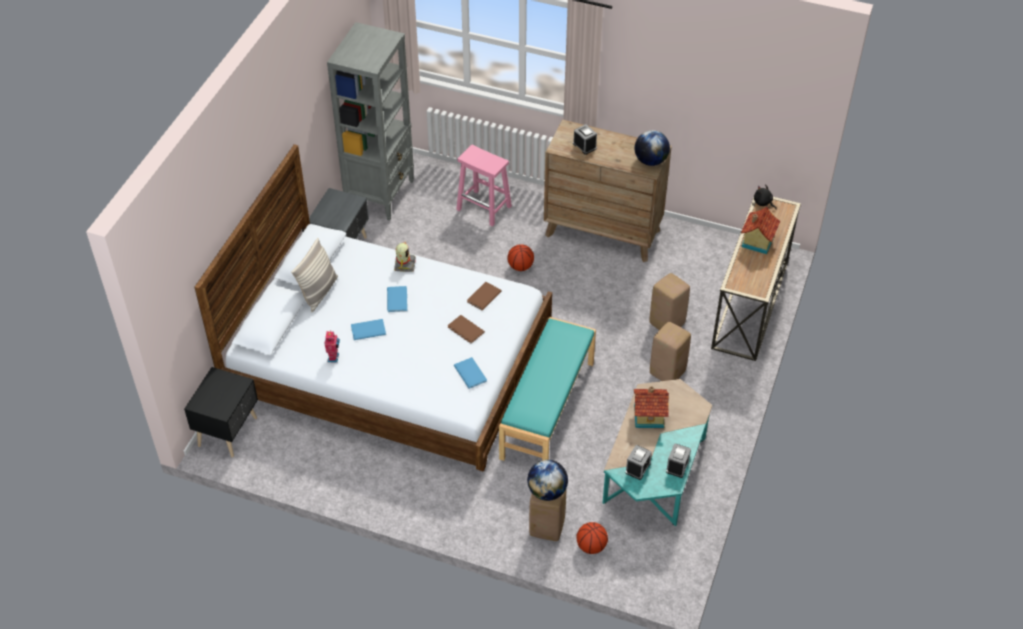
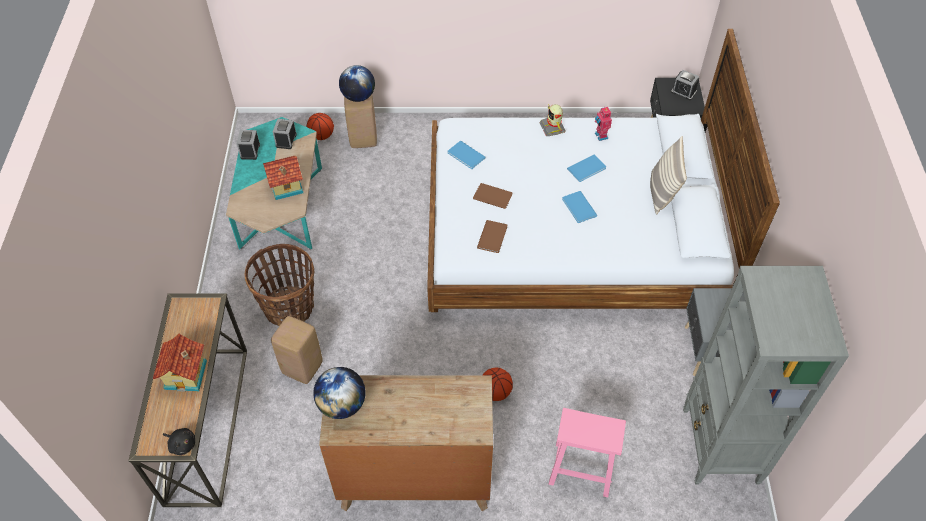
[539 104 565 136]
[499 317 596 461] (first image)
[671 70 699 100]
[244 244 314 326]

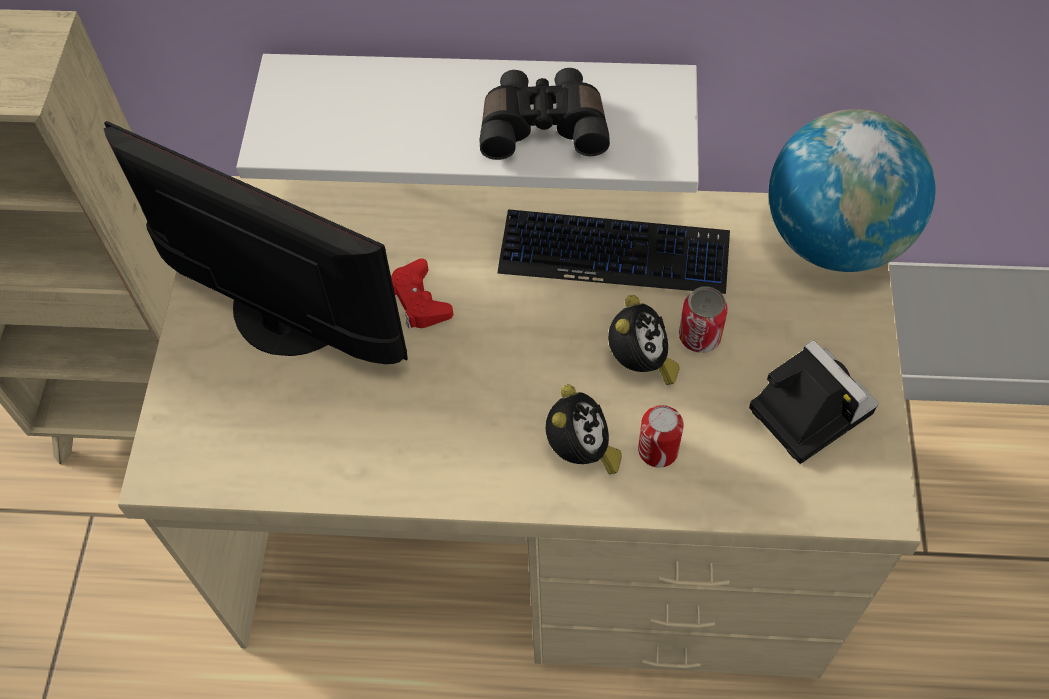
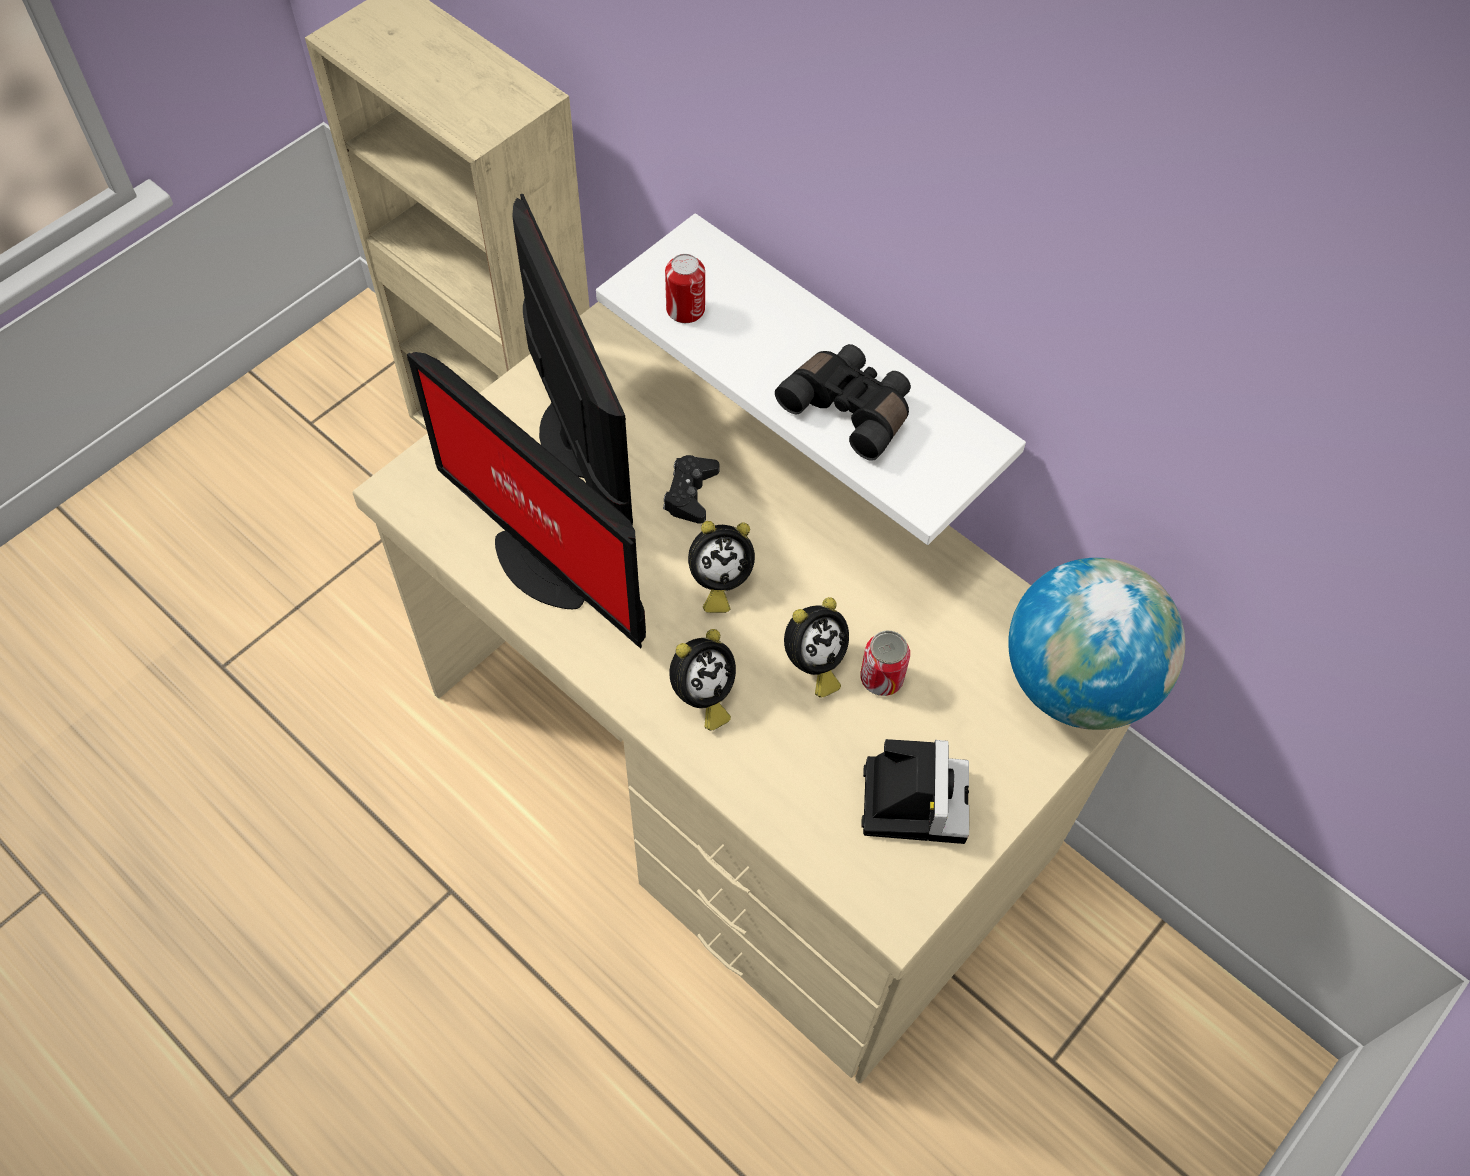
[663 455 720 524]
[497 209 730 294] (first image)
[665 254 705 323]
[407 352 646 648]
[688 521 755 613]

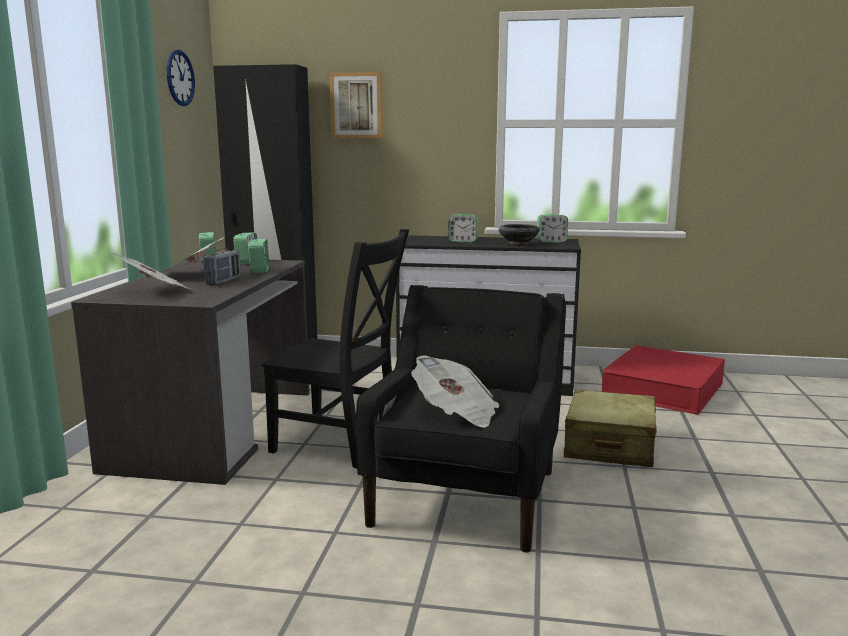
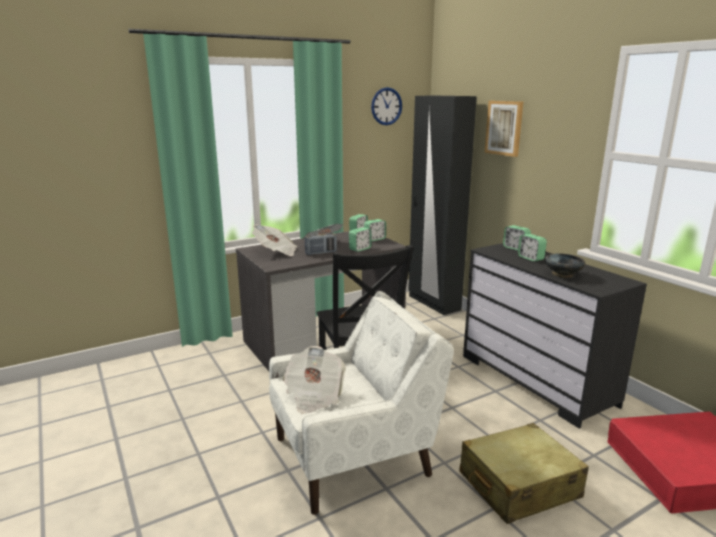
[269 291 454 515]
[503 225 531 250]

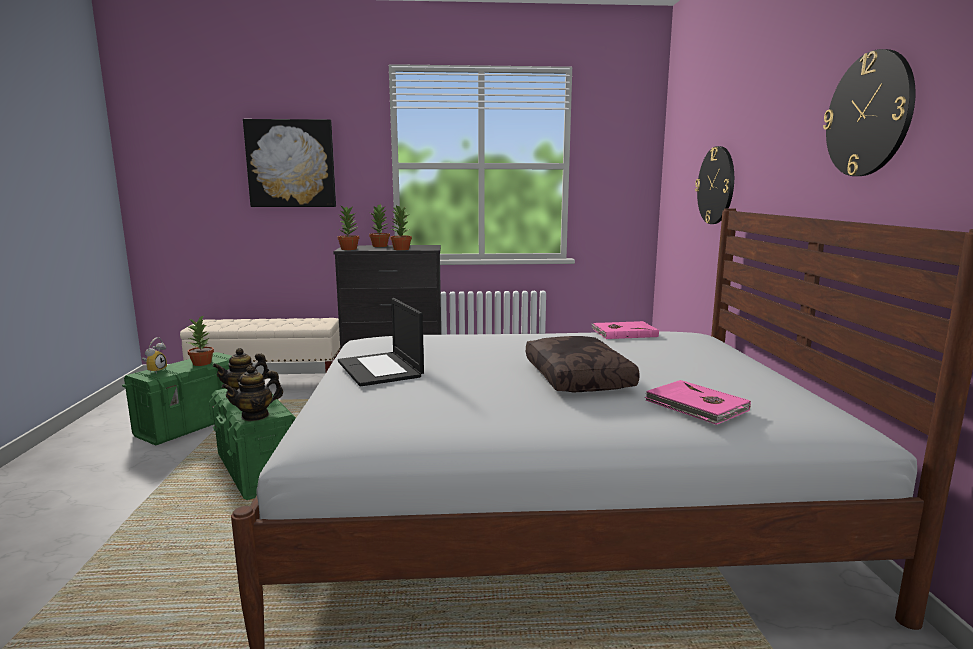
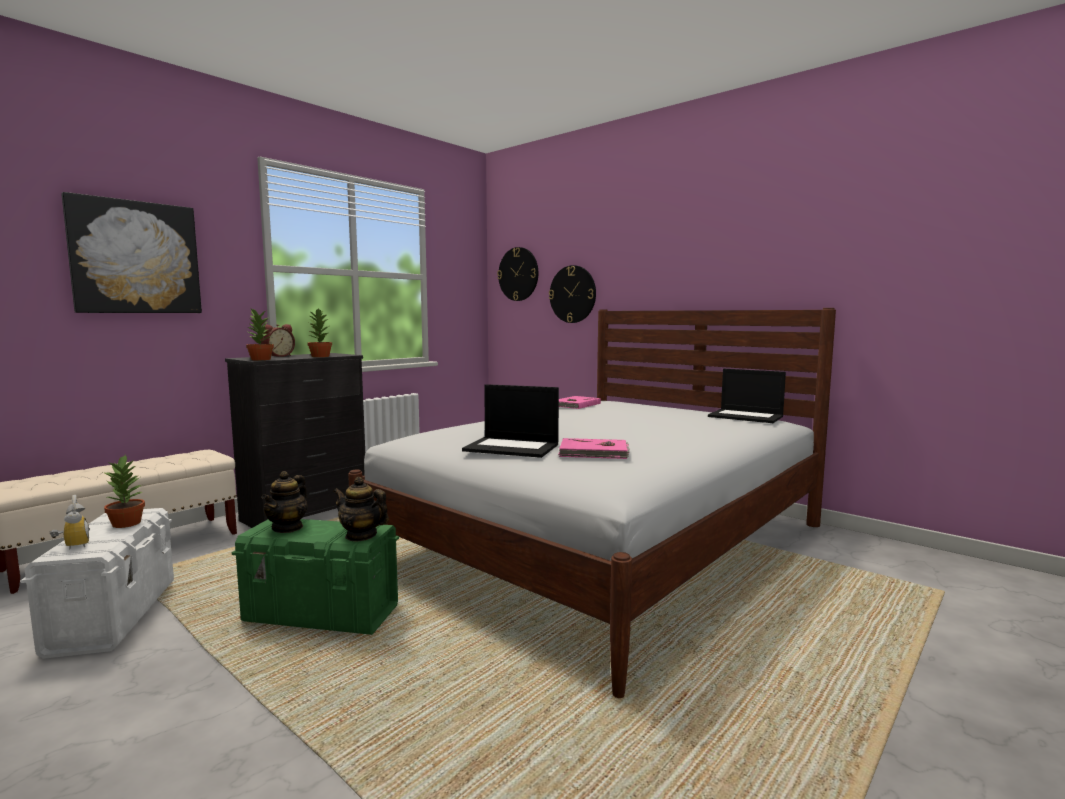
[21 508 174 659]
[333 477 389 542]
[261 324 295 357]
[526 336 640 392] (first image)
[558 438 629 459]
[497 247 538 301]
[708 369 786 423]

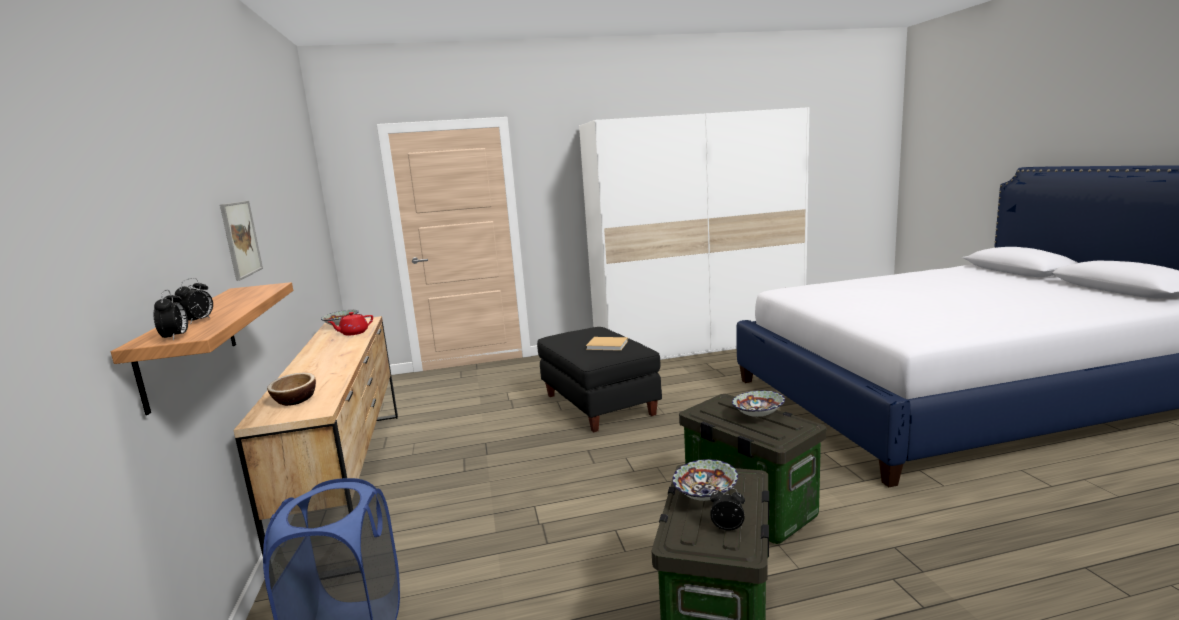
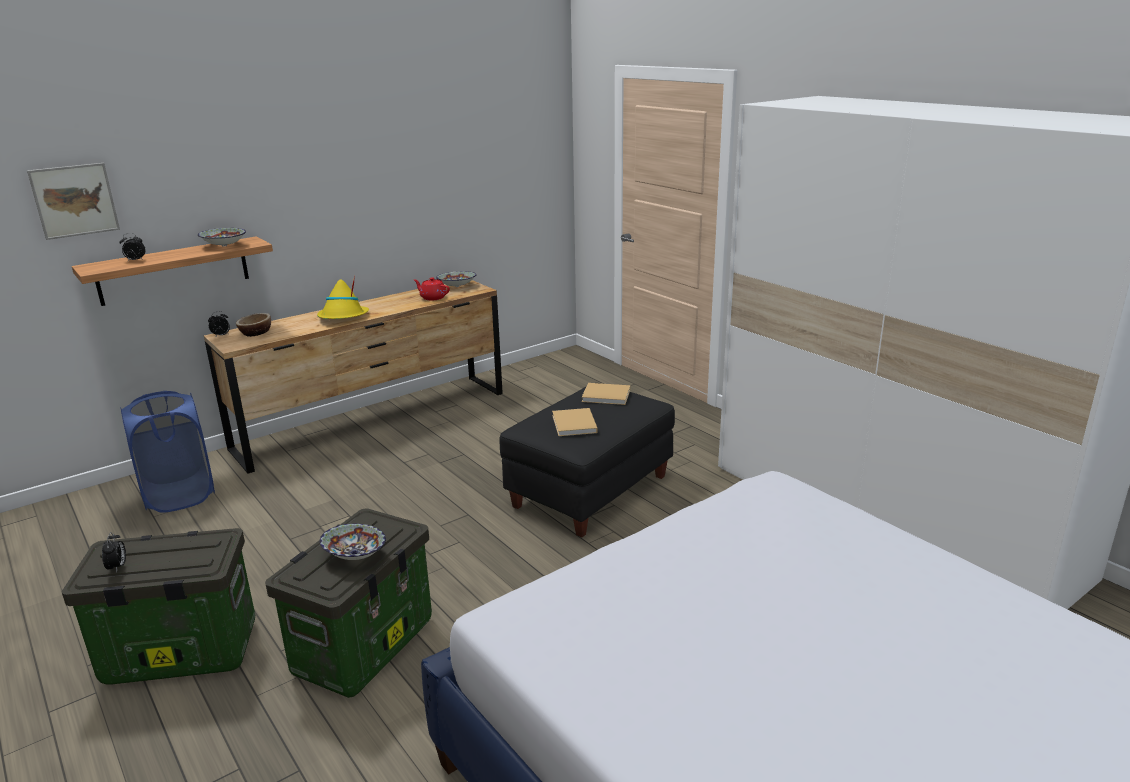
[208 311 230 338]
[27 163 120 240]
[198 228 246 247]
[317 275 369 319]
[582 383 630 405]

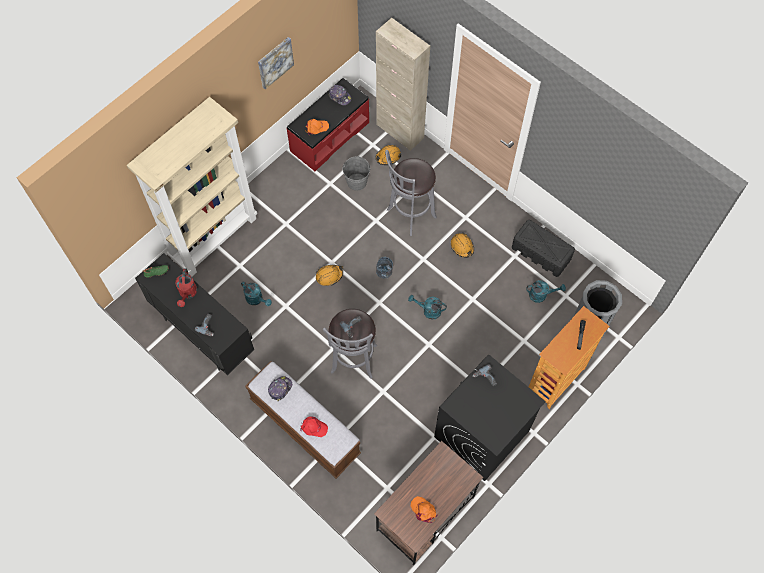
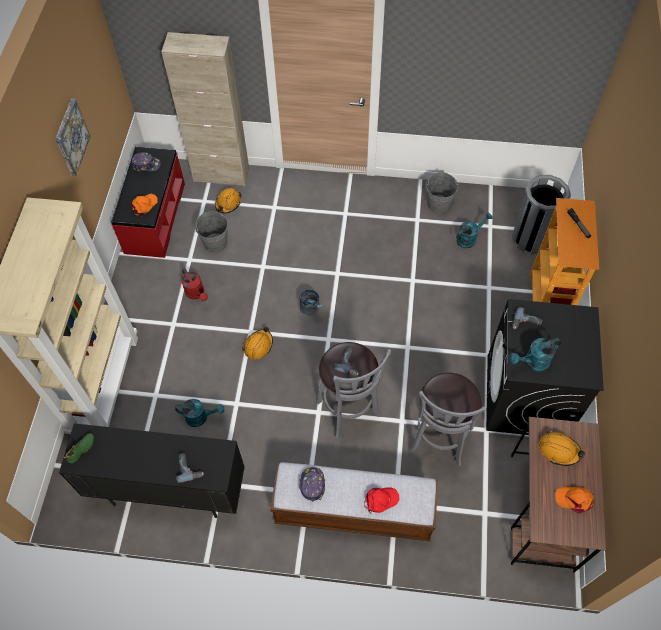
[181 268 208 301]
[409 373 486 466]
[510 338 561 372]
[539 430 585 466]
[426 172 459 213]

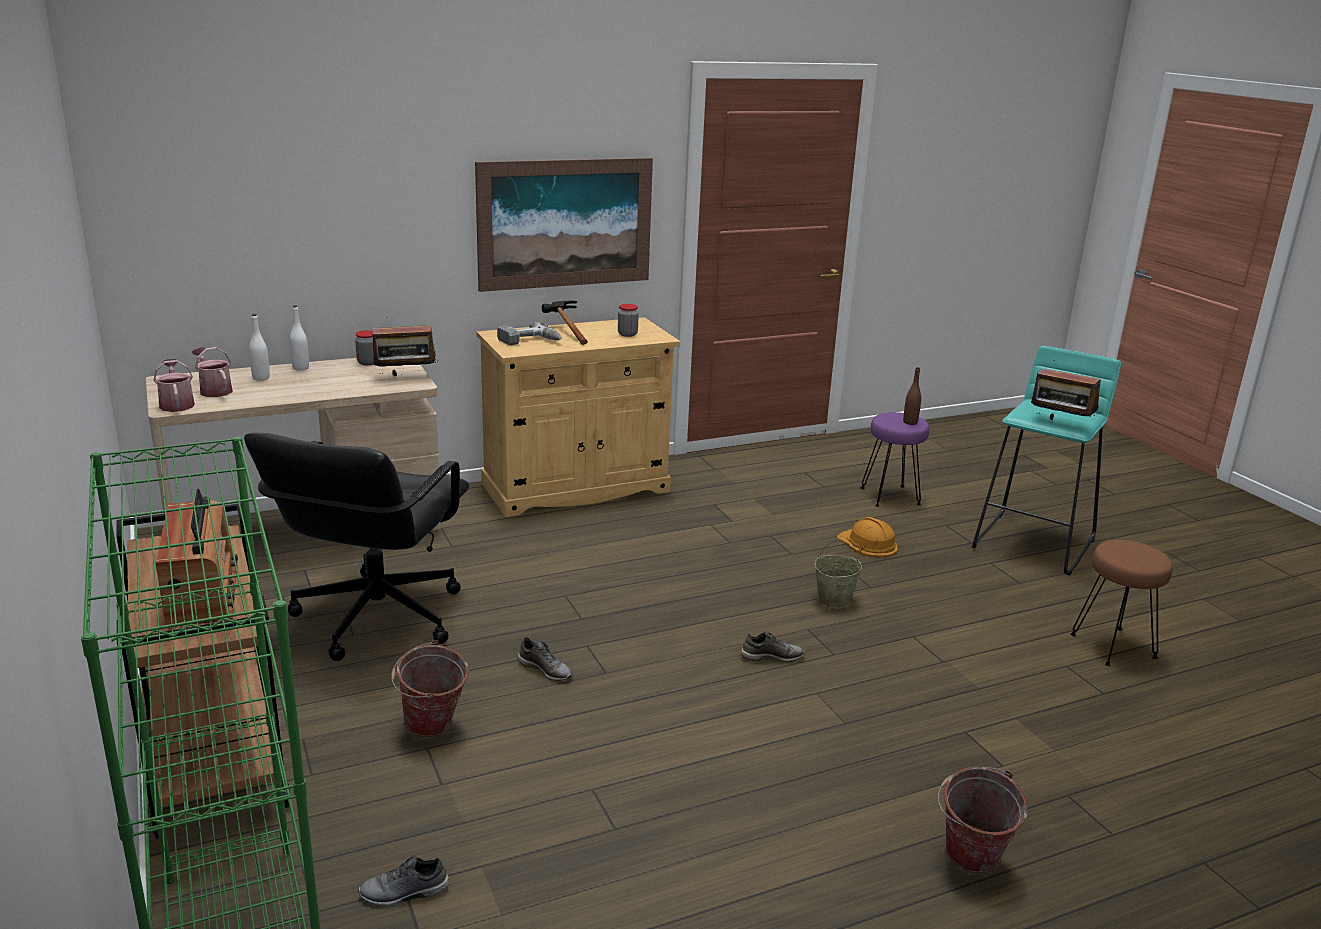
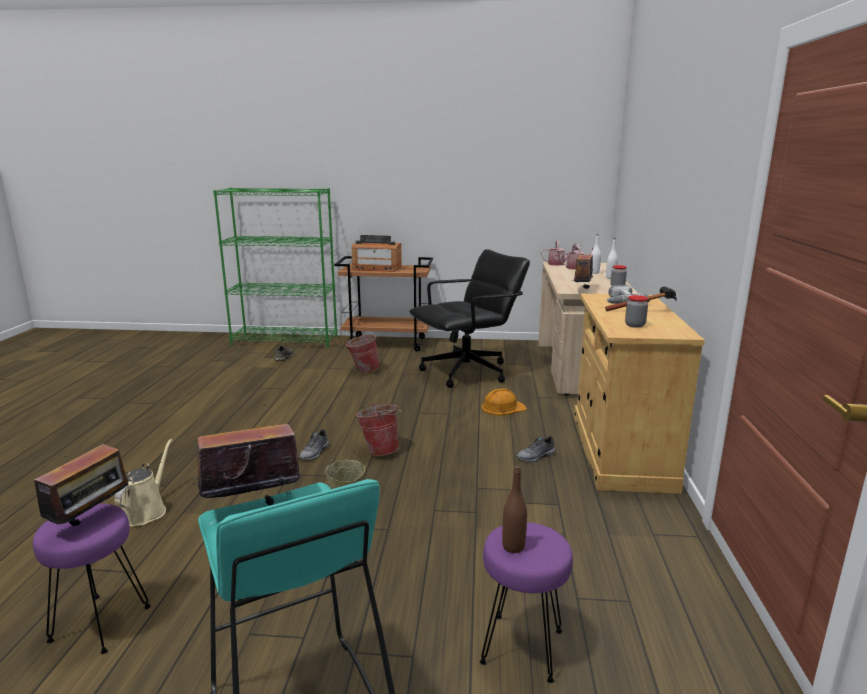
[409 249 530 388]
[475 158 653 292] (first image)
[516 436 555 462]
[482 388 527 416]
[356 403 401 456]
[33 504 151 654]
[34 444 134 533]
[114 439 172 526]

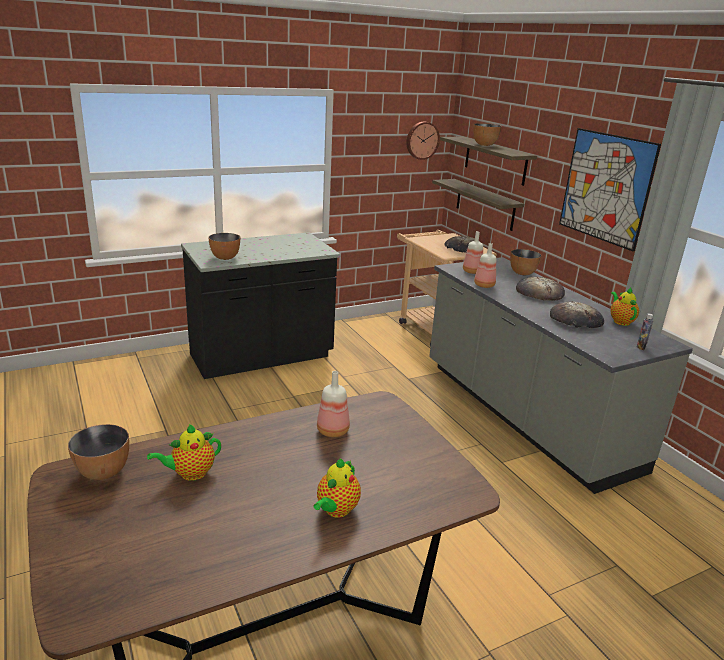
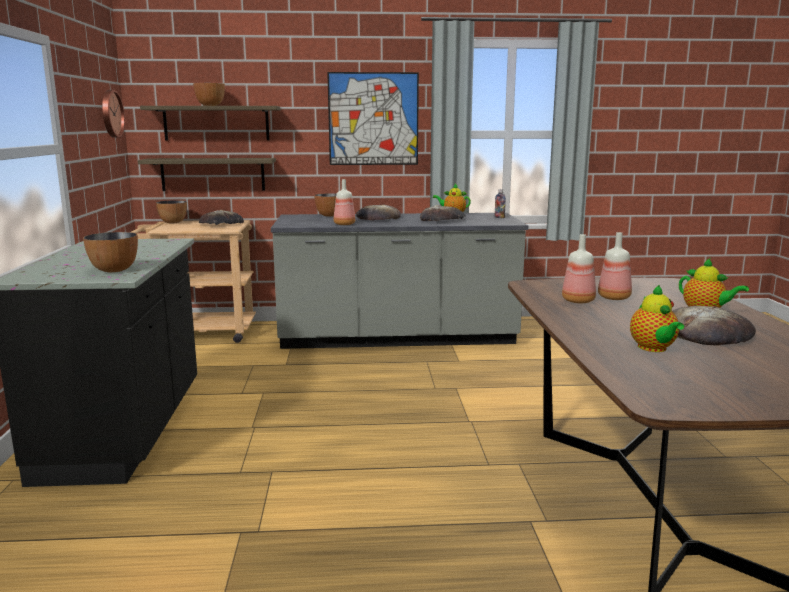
[156 200 187 223]
[598 232 632 300]
[672 306 756 345]

